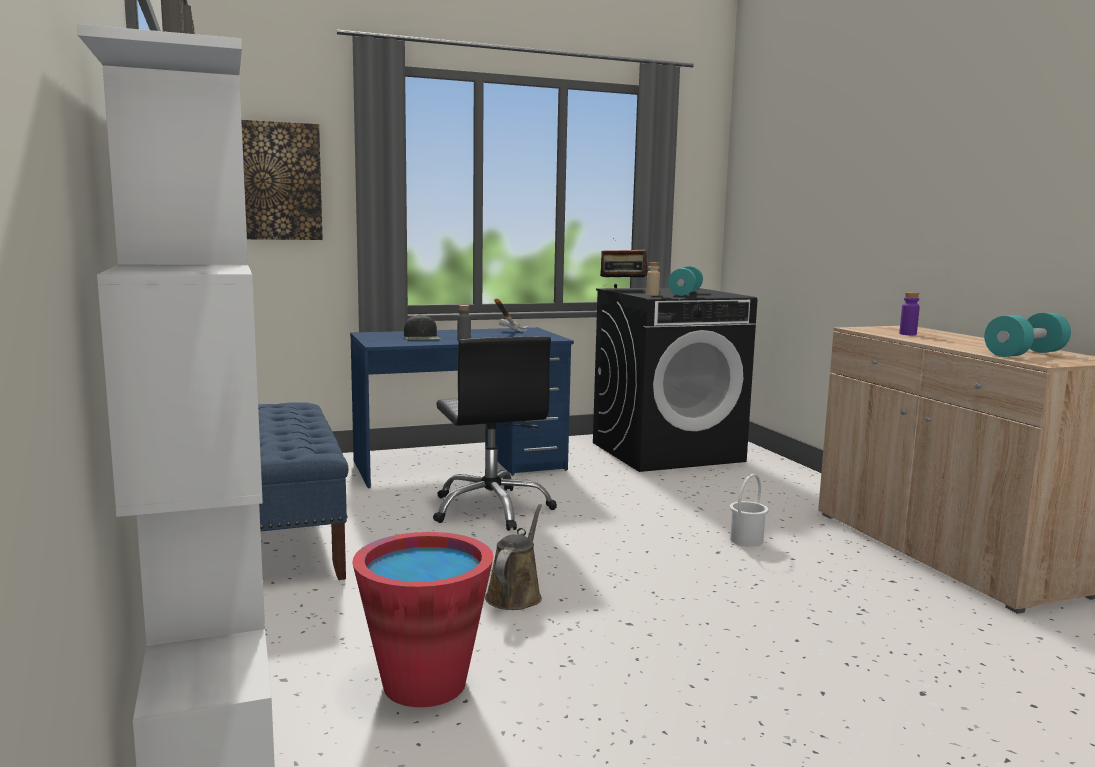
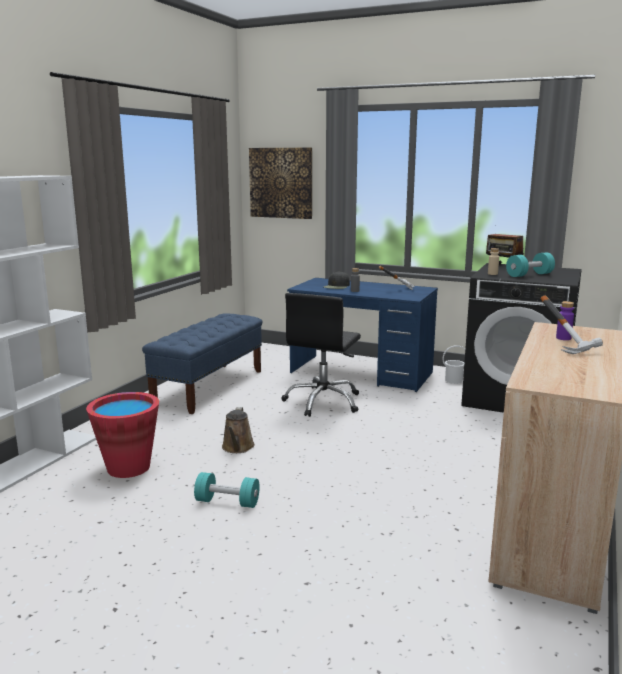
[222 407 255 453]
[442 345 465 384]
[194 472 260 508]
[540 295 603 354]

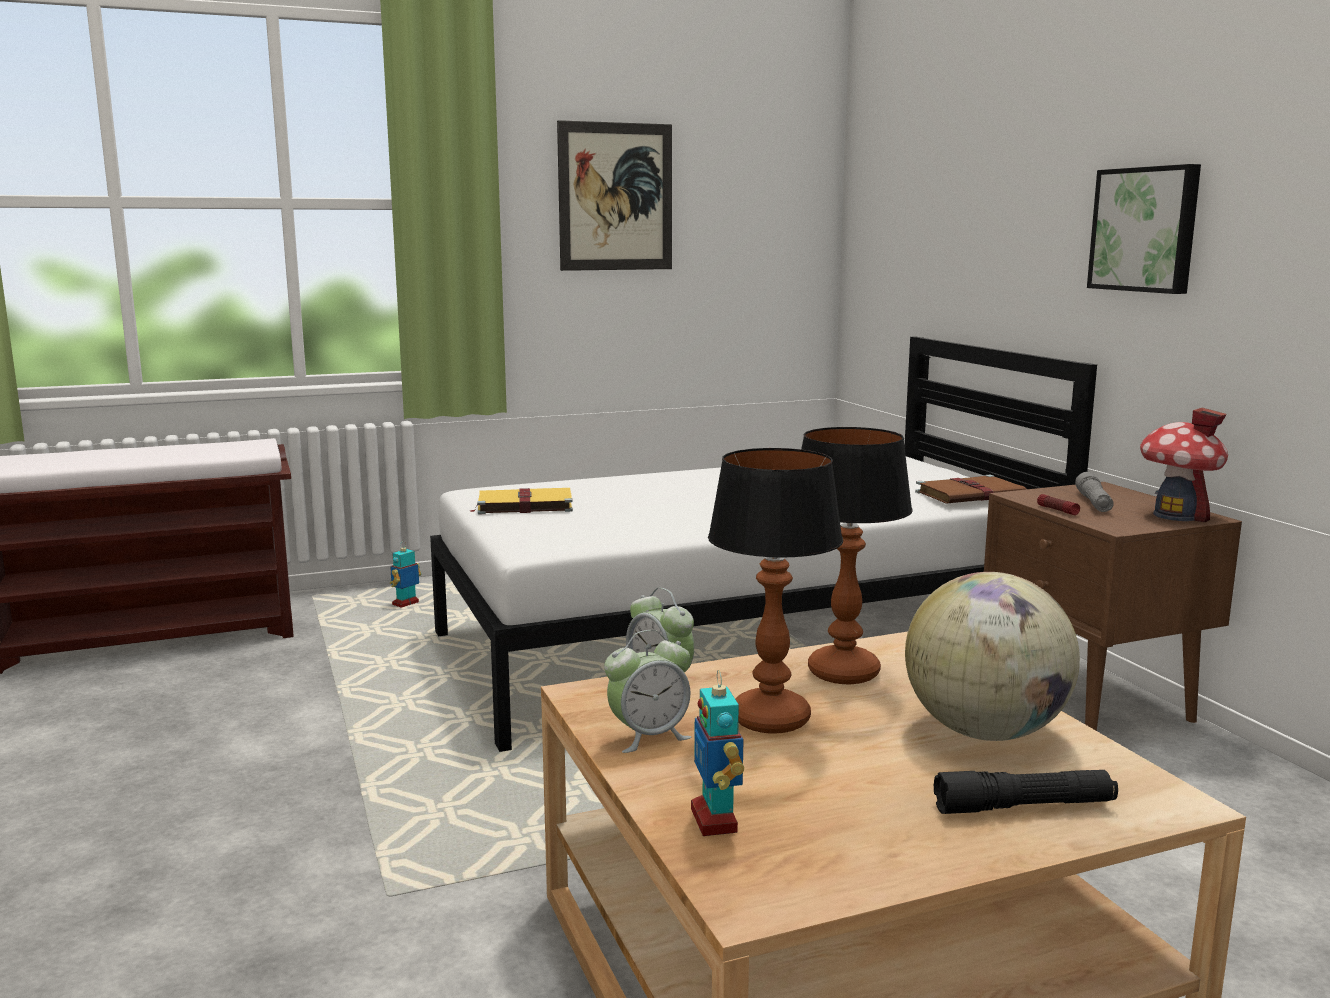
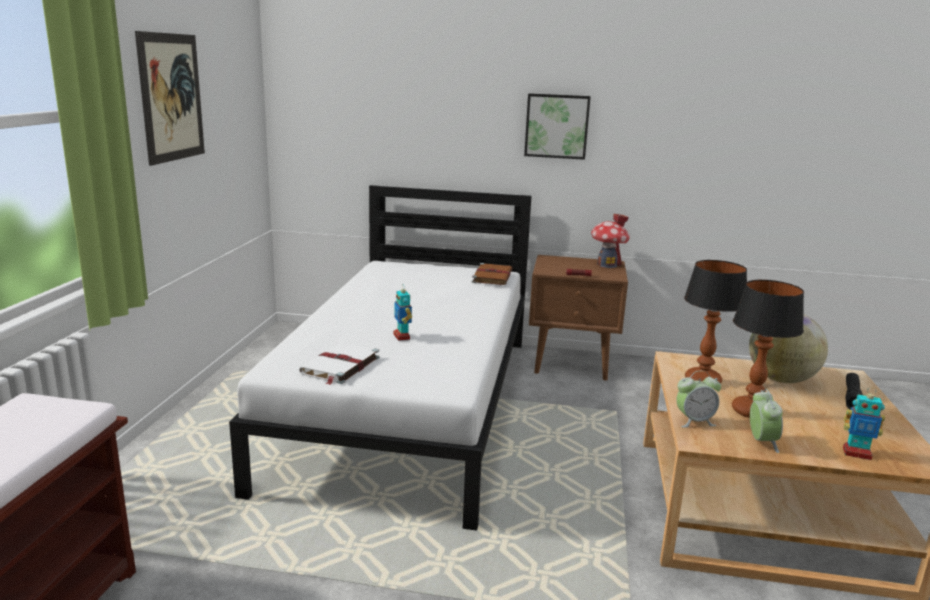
[393 284 412 341]
[299 342 379 385]
[1075 472 1114 512] (first image)

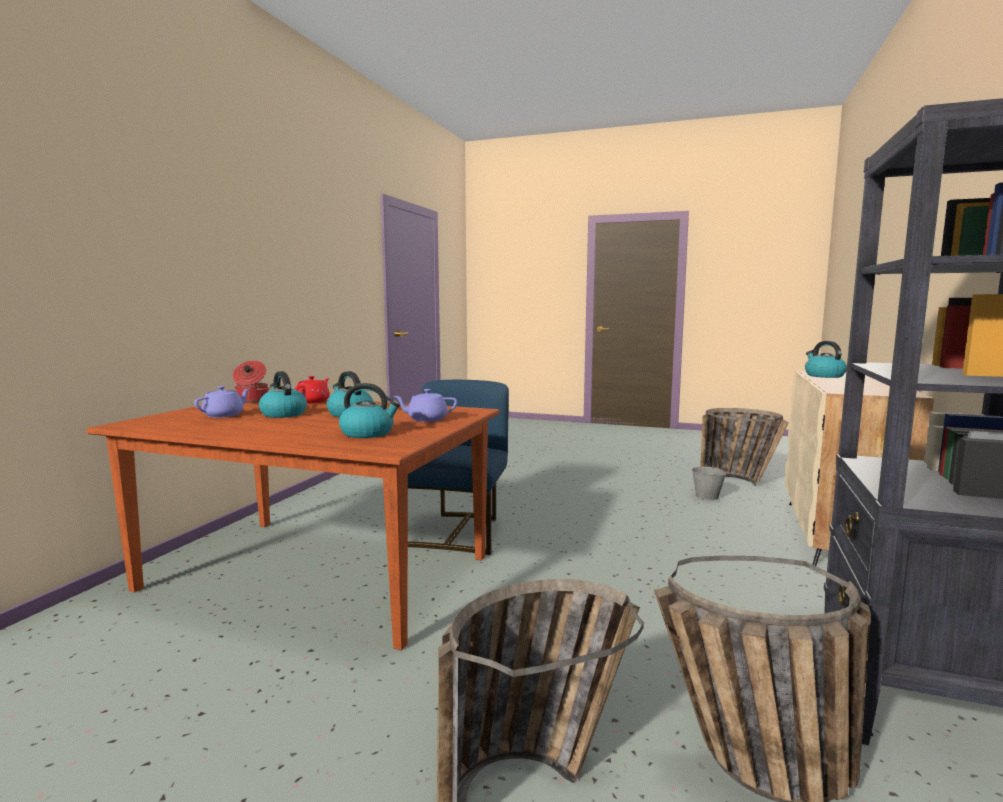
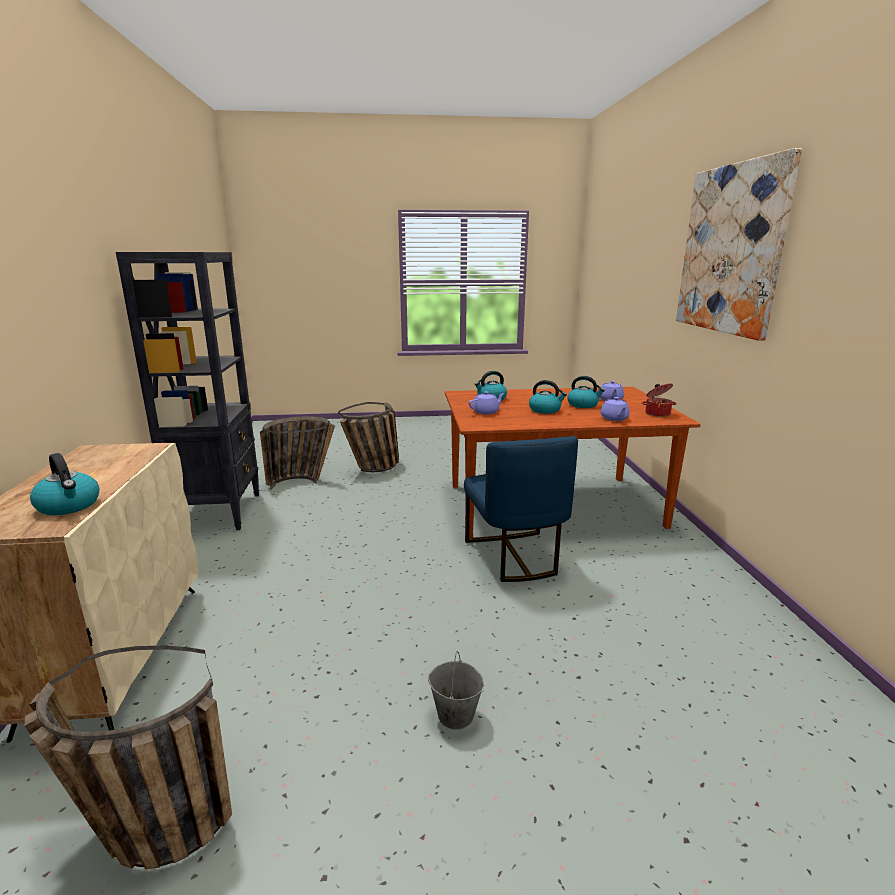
[600 397 630 421]
[428 651 484 730]
[676 148 802 341]

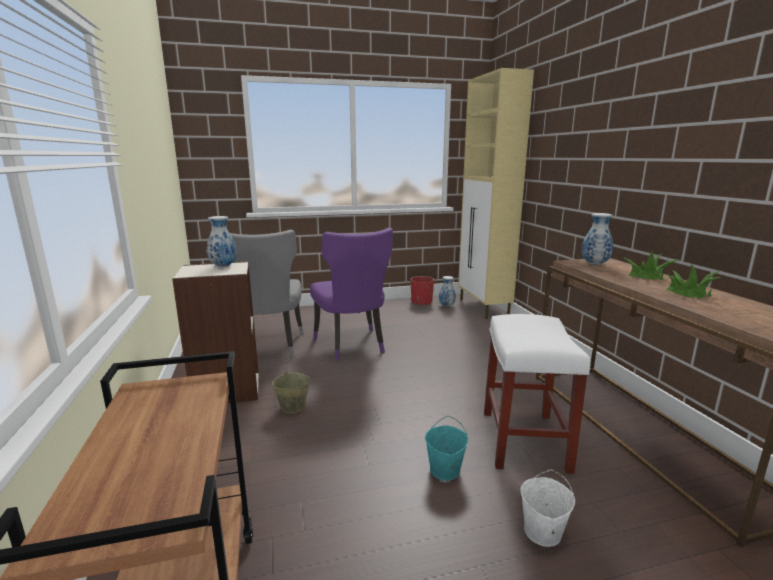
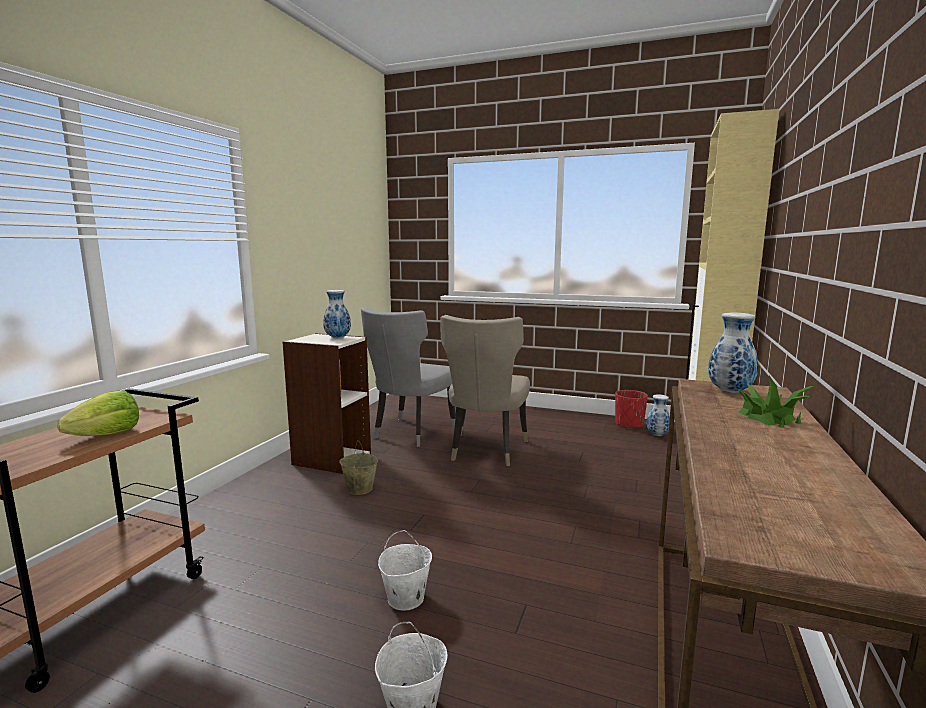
[440 315 530 466]
[378 530 432 611]
[484 314 590 474] (first image)
[666 264 722 299] (first image)
[57 390 139 436]

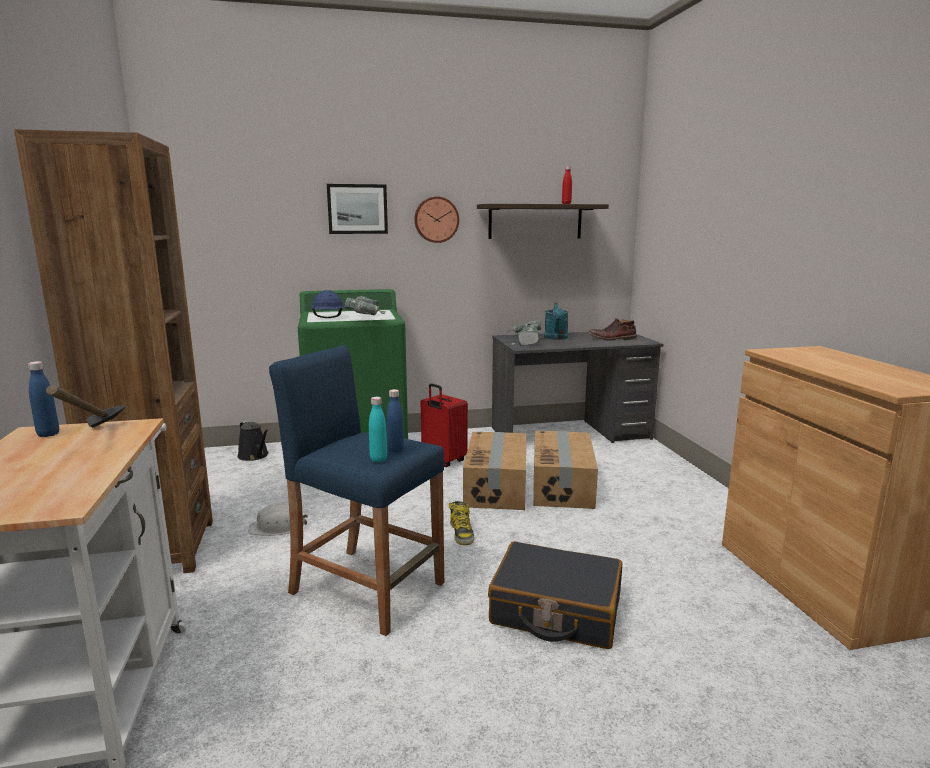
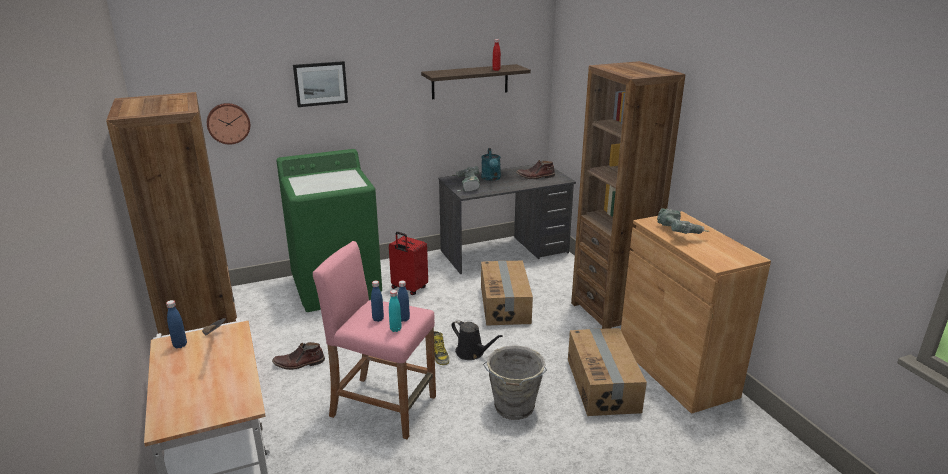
[451 320 503 360]
[272 342 325 370]
[313 241 436 439]
[311 290 345 318] (first image)
[657 208 709 234]
[207 103 250 145]
[568 328 647 416]
[483 345 547 420]
[371 281 384 322]
[571 61 686 329]

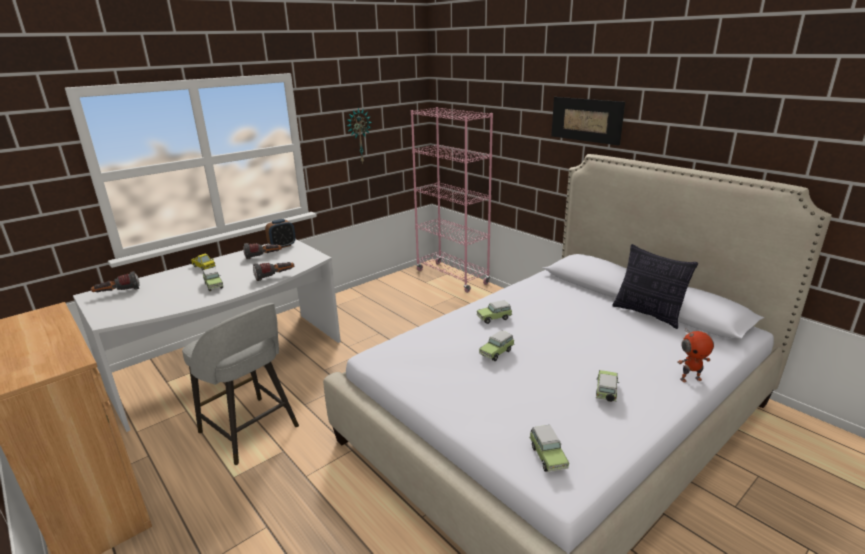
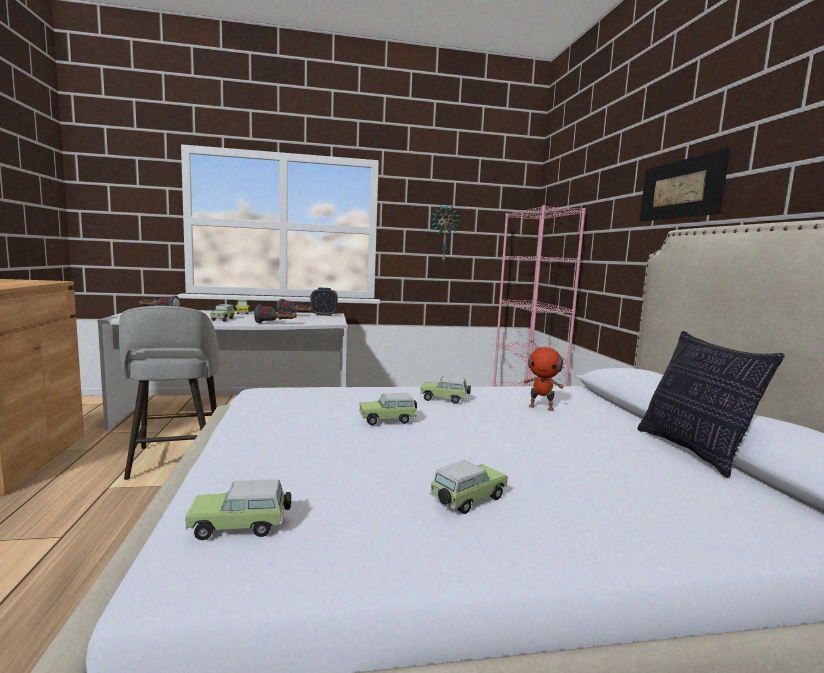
[185 479 291 540]
[524 340 564 411]

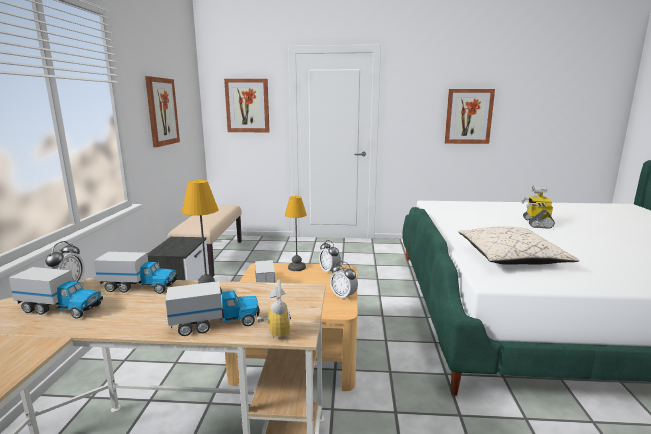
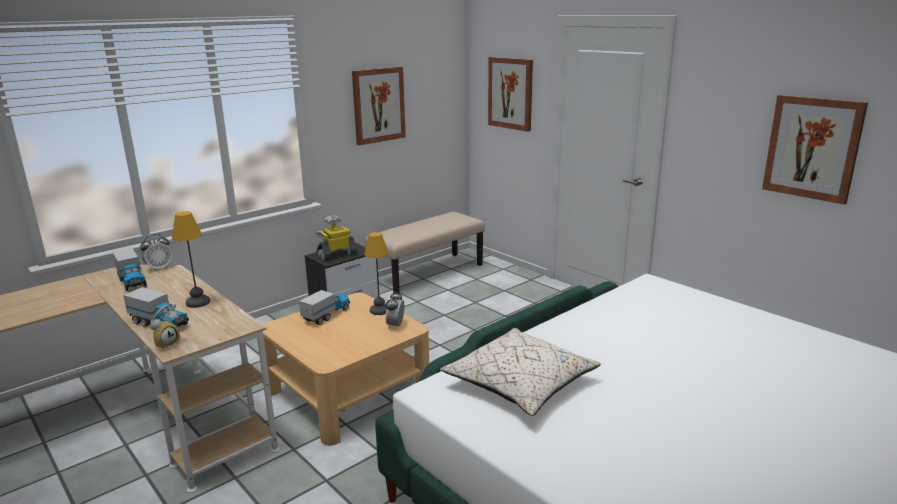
[94 252 178 294] (first image)
[330 261 358 301] (first image)
[316 215 357 261]

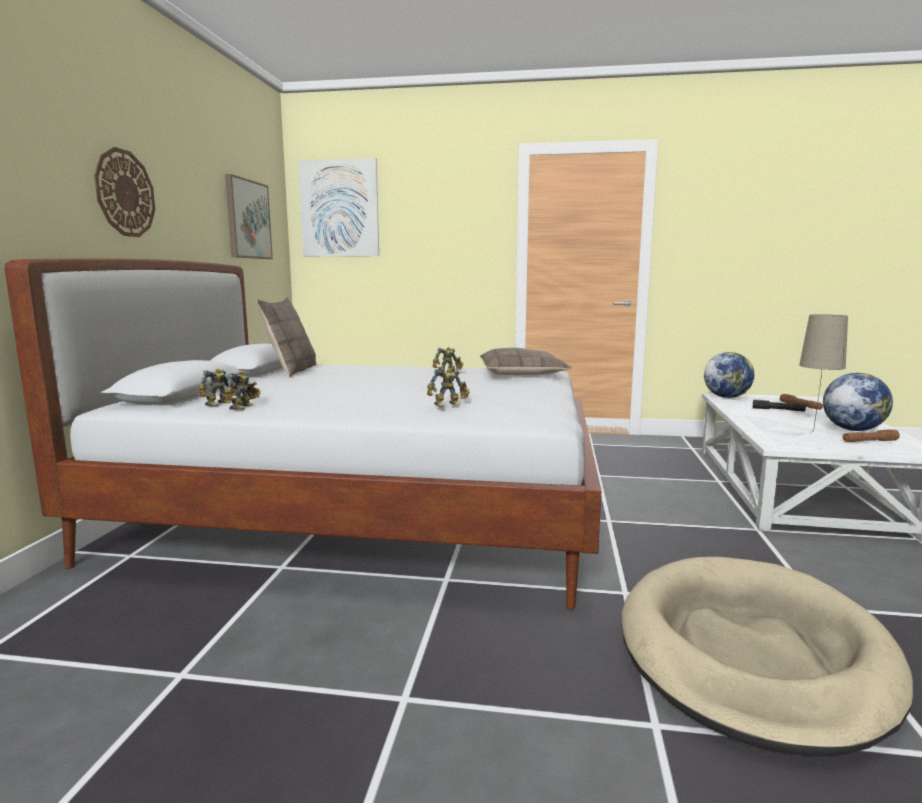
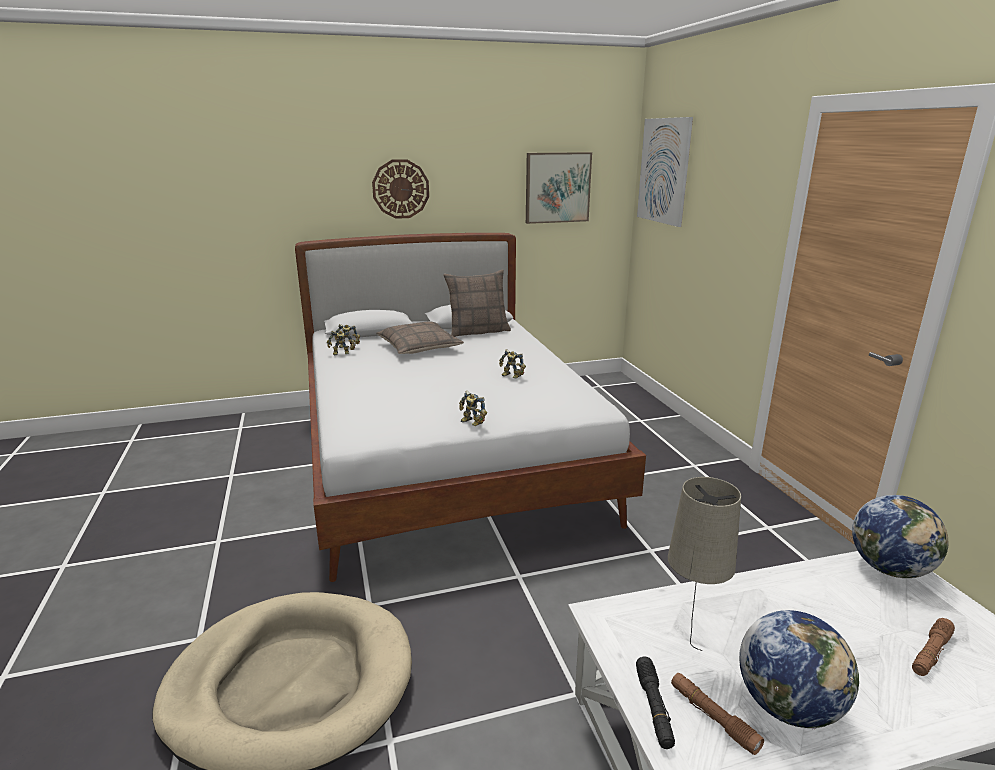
[459 391 487 426]
[376 321 464 354]
[636 657 675 749]

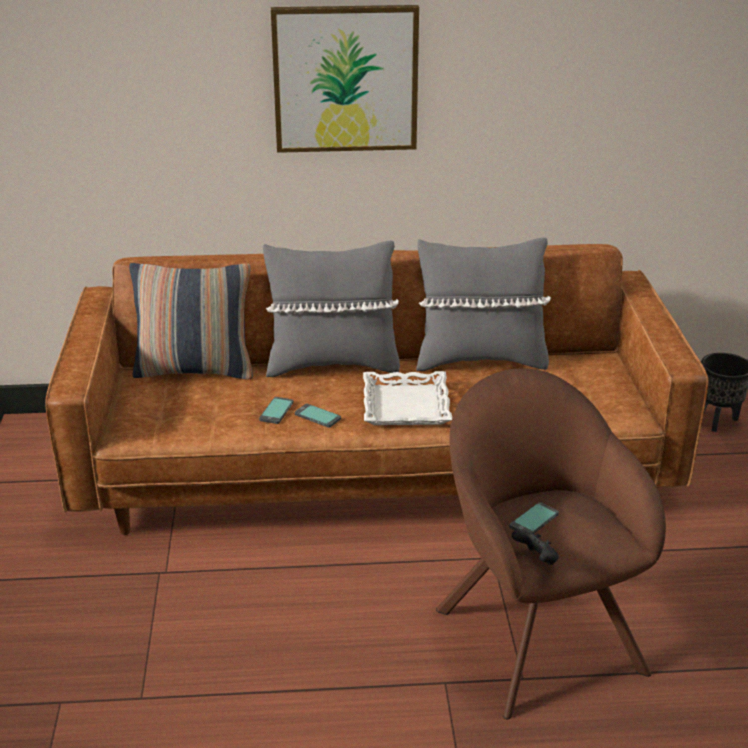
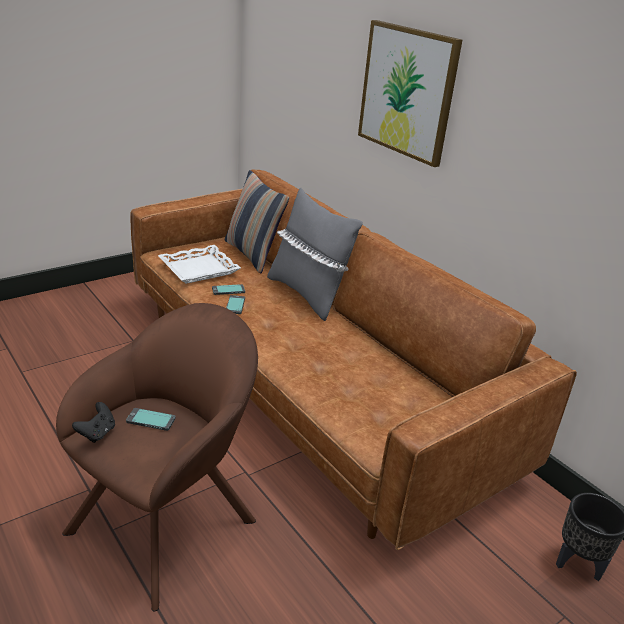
[158 245 241 284]
[416 238 551 371] (first image)

